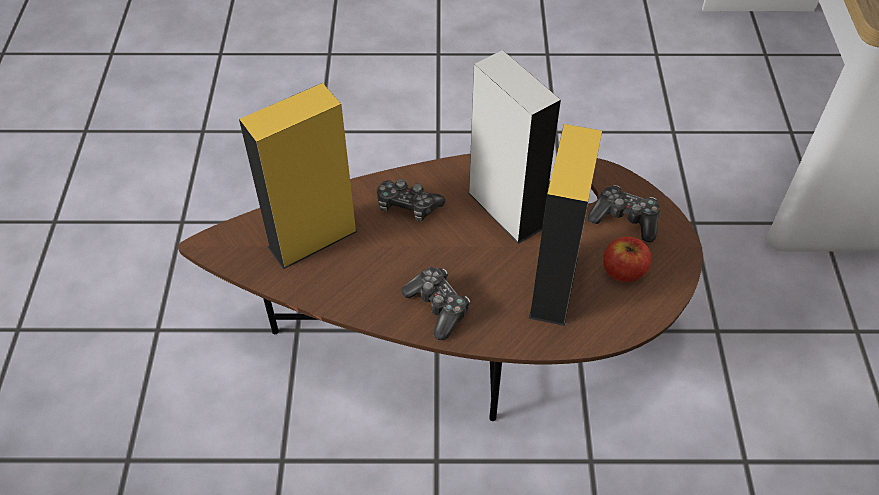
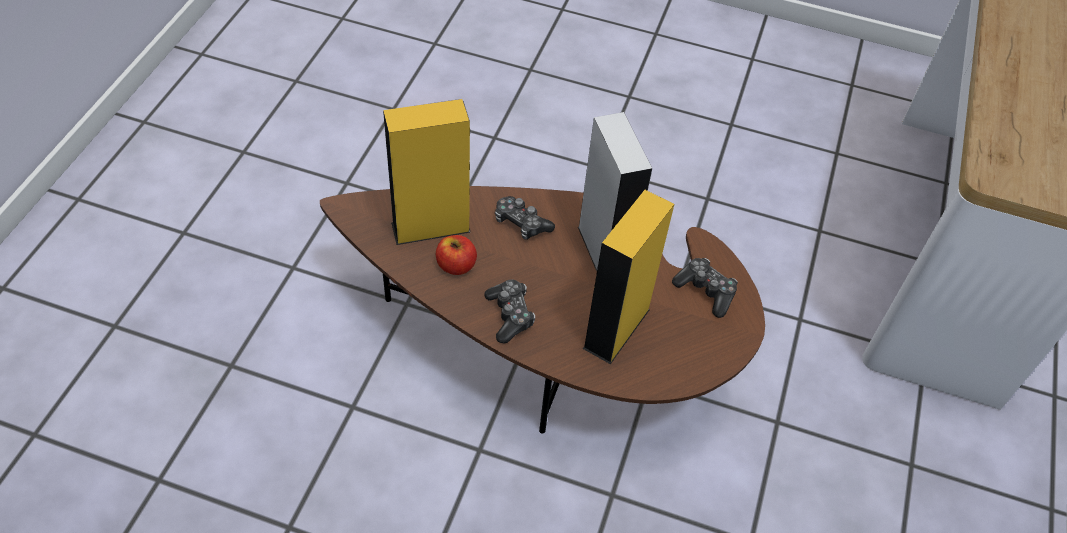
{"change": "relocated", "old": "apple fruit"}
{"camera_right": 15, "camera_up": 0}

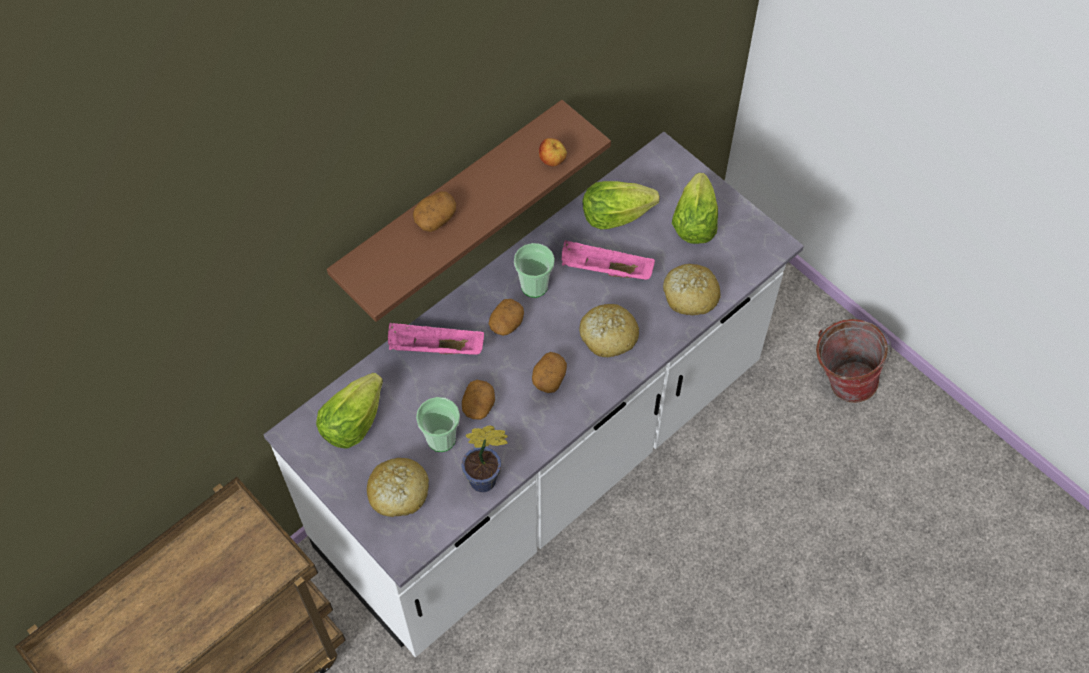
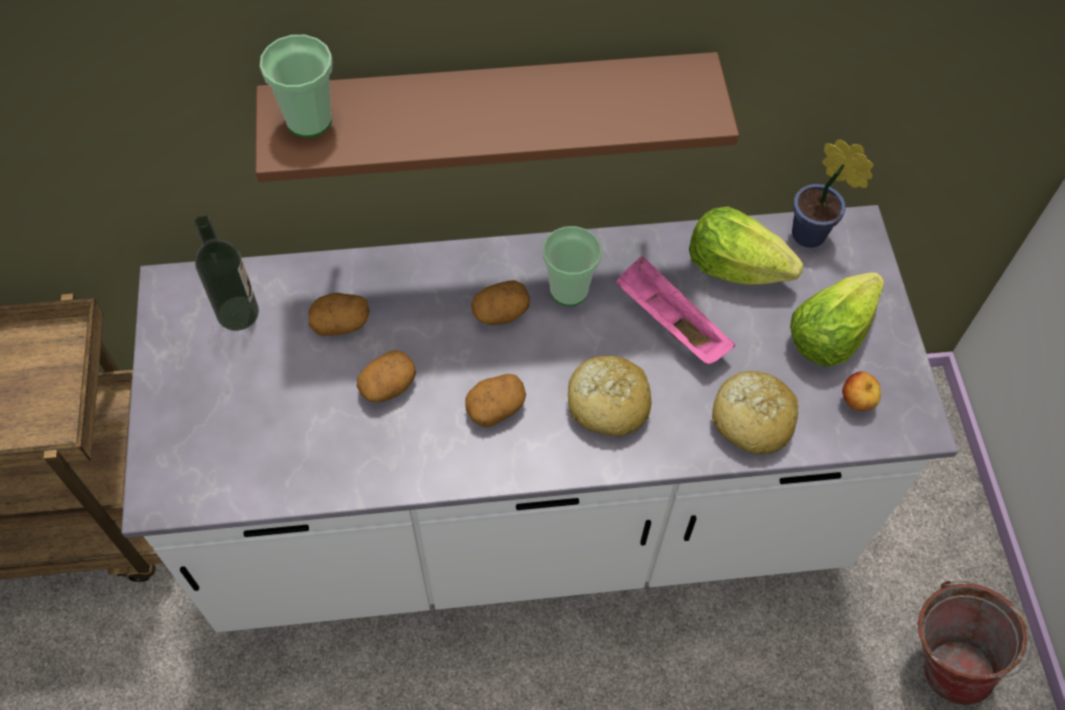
{"change": "relocated", "old": "apple fruit"}
{"change": "relocated", "old": "spud (no. 1 from left)"}
{"change": "missing", "old": "serving tray/pink (no. 1 from left)"}
{"change": "exchanged", "old": "head of lettuce (no. 1 from left)", "new": "beverage bottle"}
{"change": "relocated", "old": "small cup (no. 1 from left)"}
{"change": "relocated", "old": "houseplant"}
{"change": "missing", "old": "bread (no. 1 from left)"}
{"camera_right": 35, "camera_up": 0}

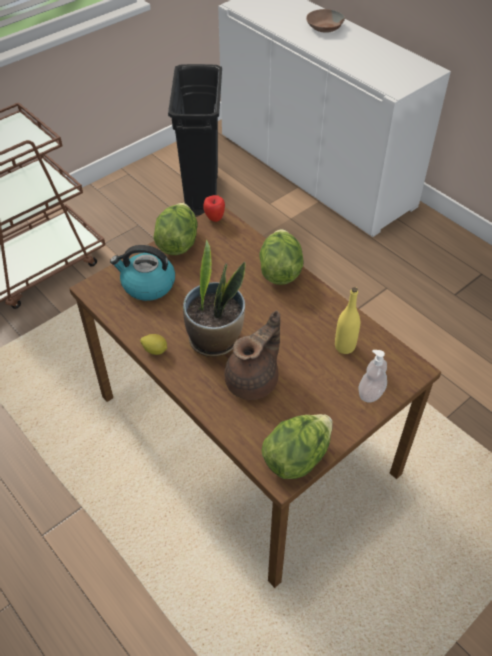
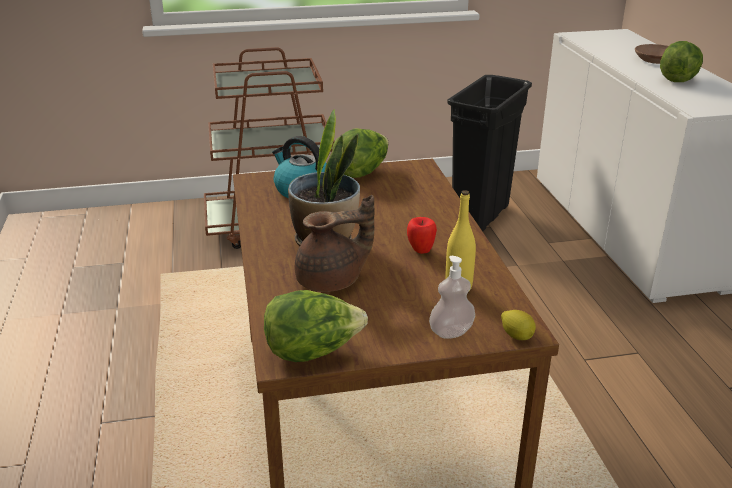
{"change": "relocated", "old": "apple fruit"}
{"change": "relocated", "old": "head of lettuce (no. 2 from left in the first image)", "new": "head of lettuce (no. 3 from left)"}
{"change": "relocated", "old": "citrus fruit"}
{"camera_right": 30, "camera_up": -20}

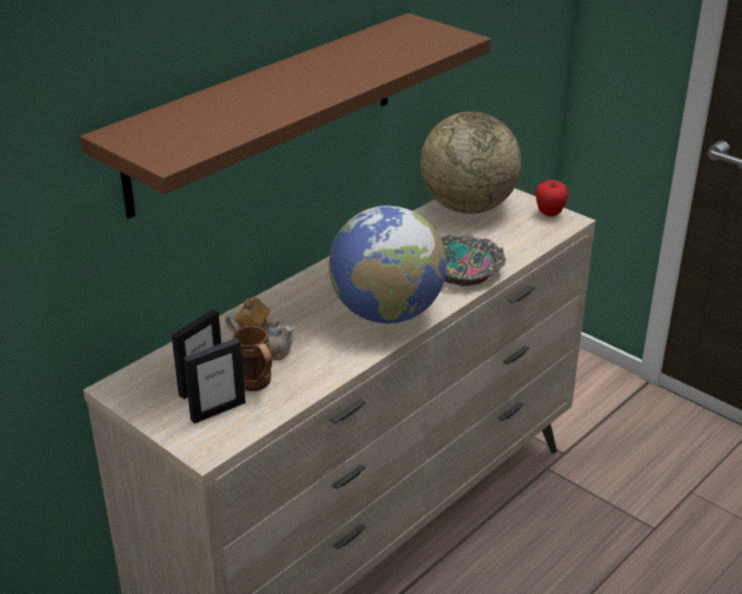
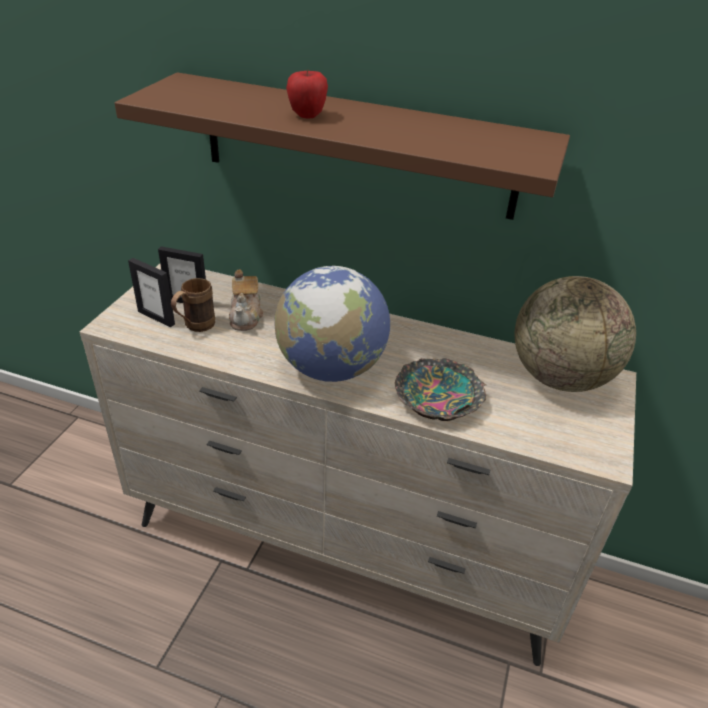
{"change": "relocated", "old": "apple fruit"}
{"camera_right": 65, "camera_up": 5}

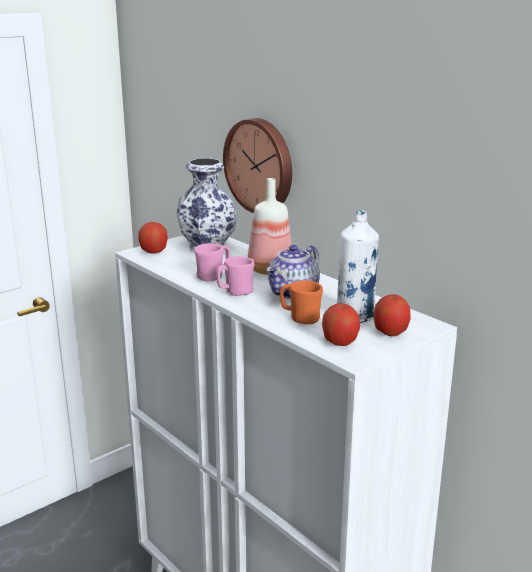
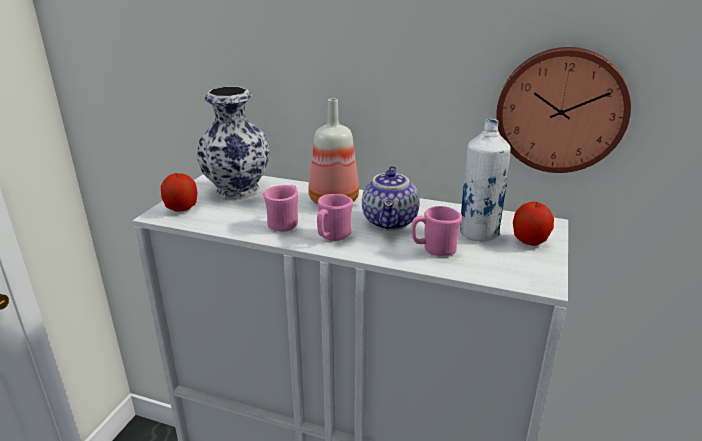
{"change": "relocated", "old": "wall clock"}
{"change": "colour", "old": "coffee mug/orange", "new": "coffee mug/pink (no. 3 from left)"}
{"change": "missing", "old": "apple fruit (no. 2 from left)"}
{"camera_right": -30, "camera_up": 5}

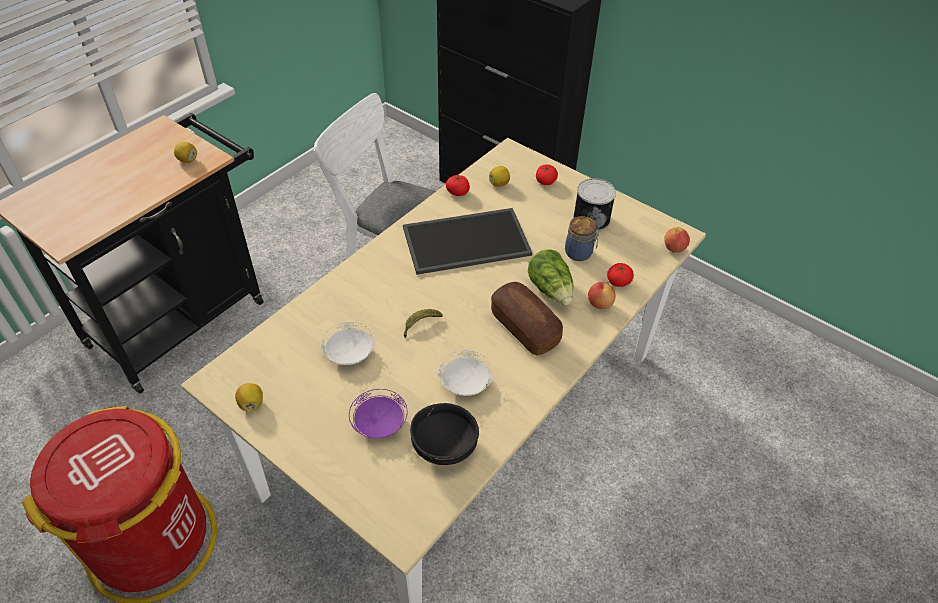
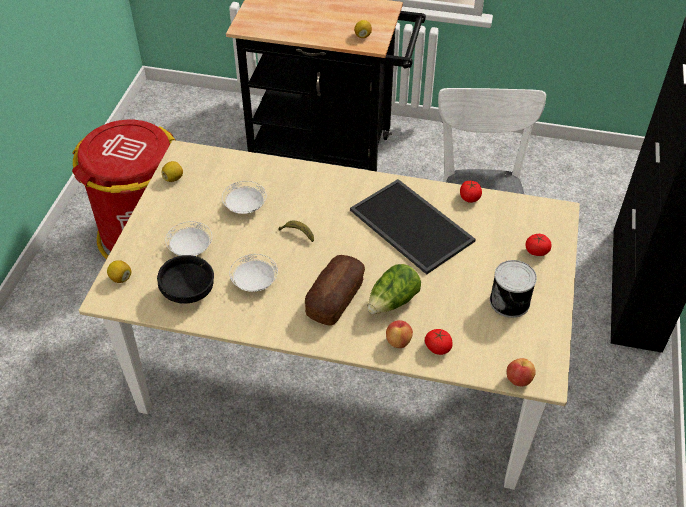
{"change": "relocated", "old": "citrus fruit (no. 3 from left in the first image)", "new": "citrus fruit (no. 1 from left)"}
{"change": "missing", "old": "storage jar"}
{"change": "colour", "old": "flat dish/purple", "new": "flat dish/white (no. 1 from left)"}
{"camera_right": 65, "camera_up": 0}

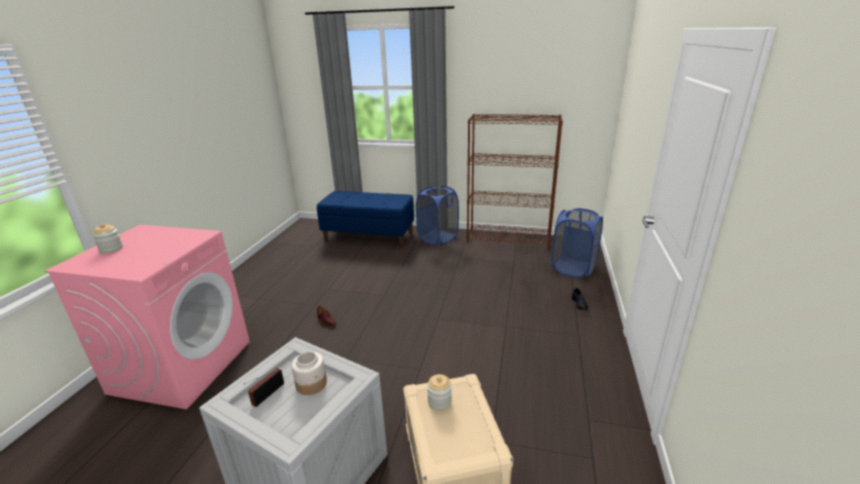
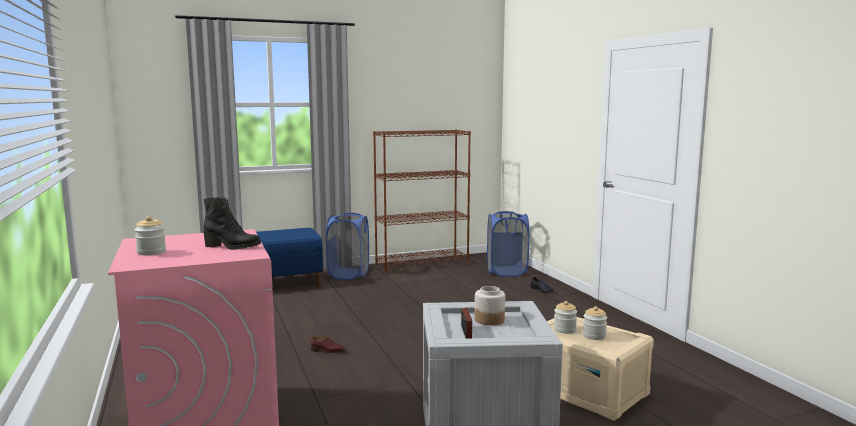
{"change": "appeared", "new": "high-top boot/black"}
{"change": "appeared", "new": "storage jar (no. 4 from left)"}
{"camera_right": -35, "camera_up": -15}

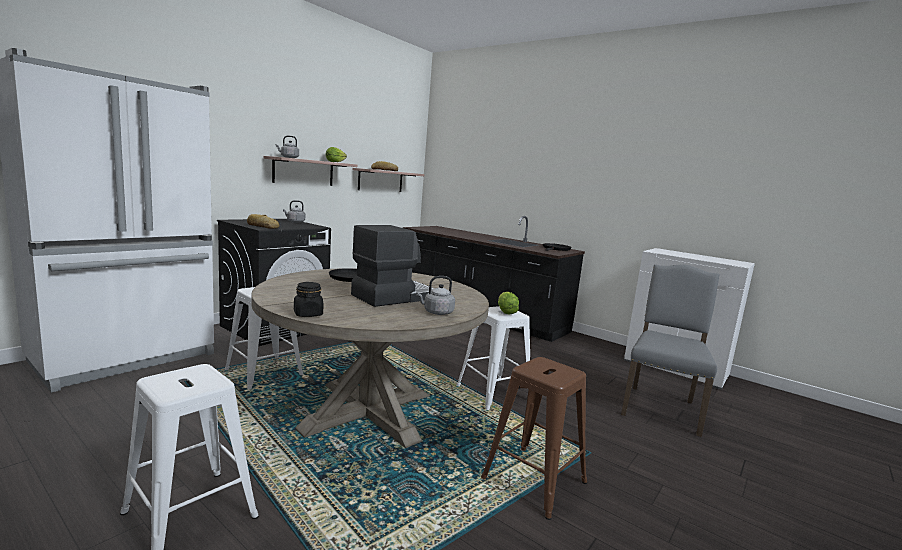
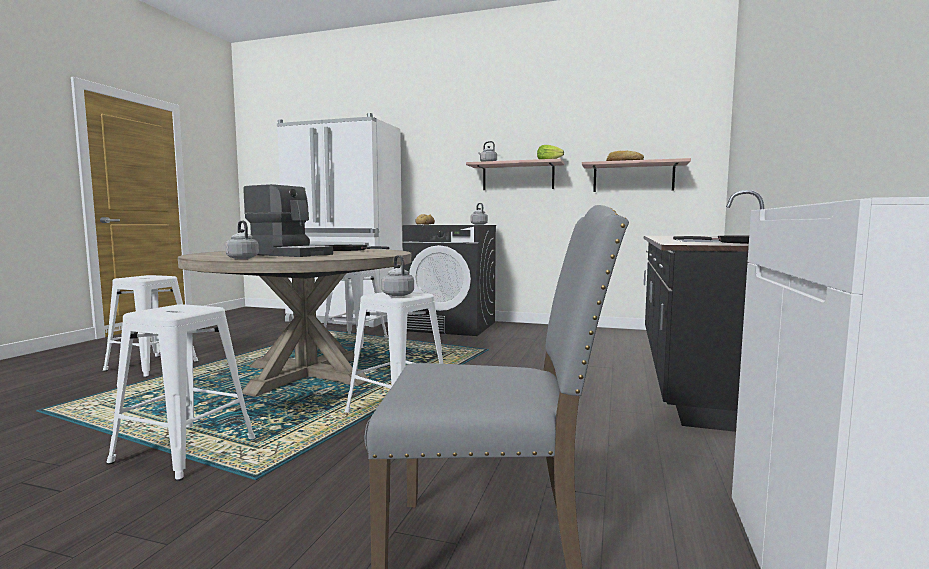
{"change": "missing", "old": "storage jar/black"}
{"change": "exchanged", "old": "head of lettuce (no. 2 from left)", "new": "water kettle/grey (no. 2 from left)"}
{"change": "colour", "old": "stool/brown-coloured", "new": "stool/white (no. 2 from left)"}
{"camera_right": 70, "camera_up": -5}

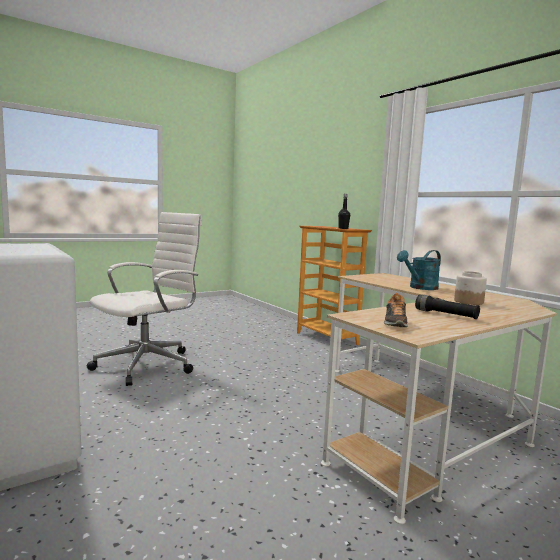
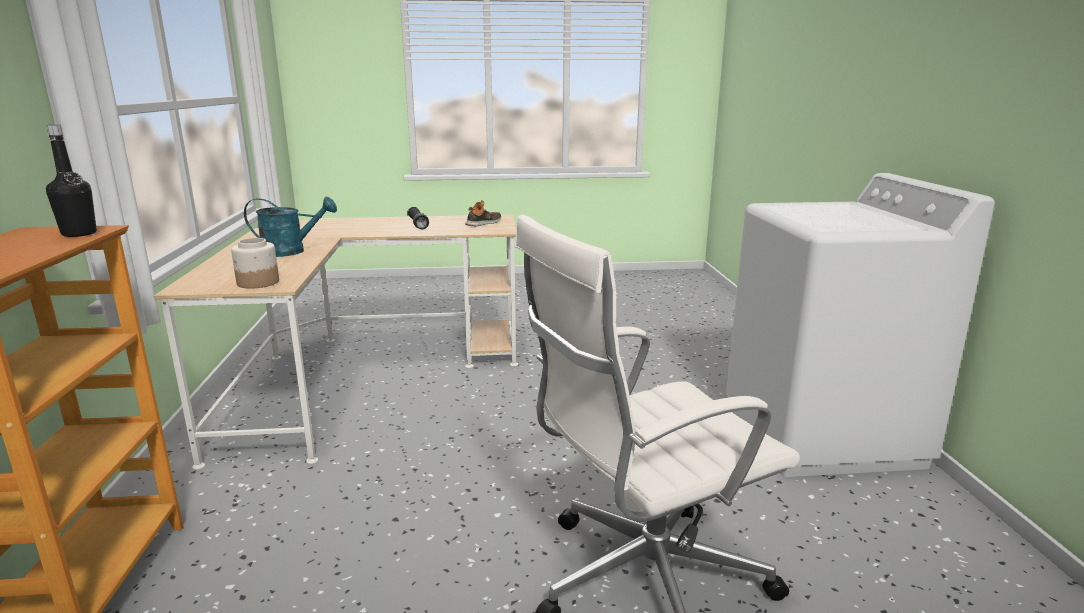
{"change": "relocated", "old": "storage jar"}
{"camera_right": -150, "camera_up": 10}

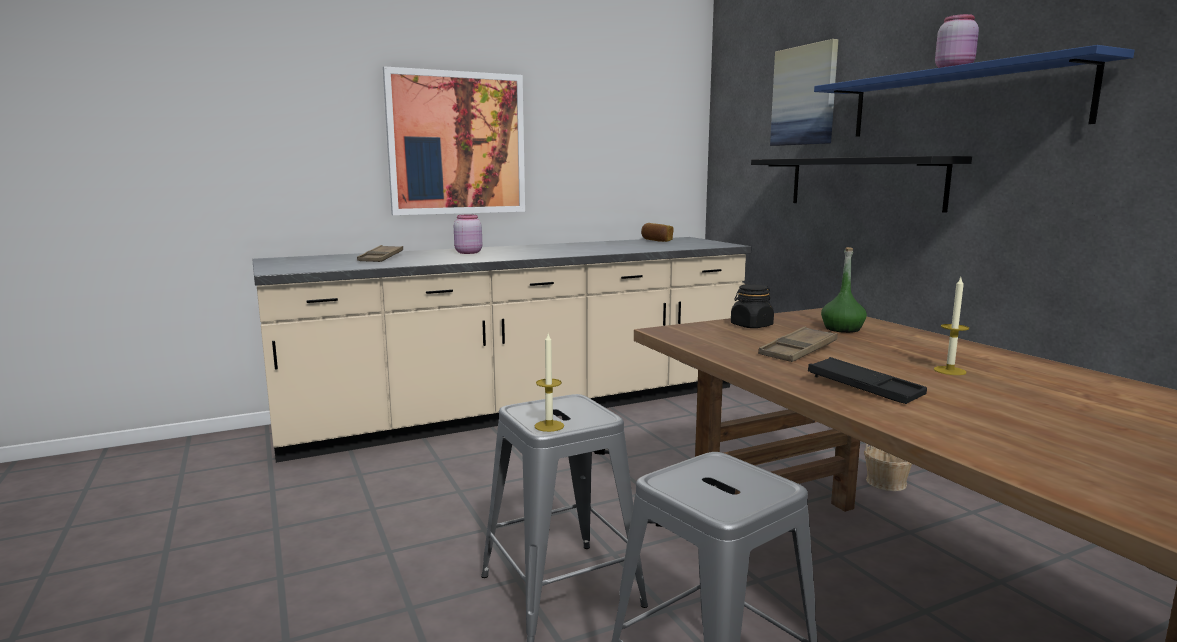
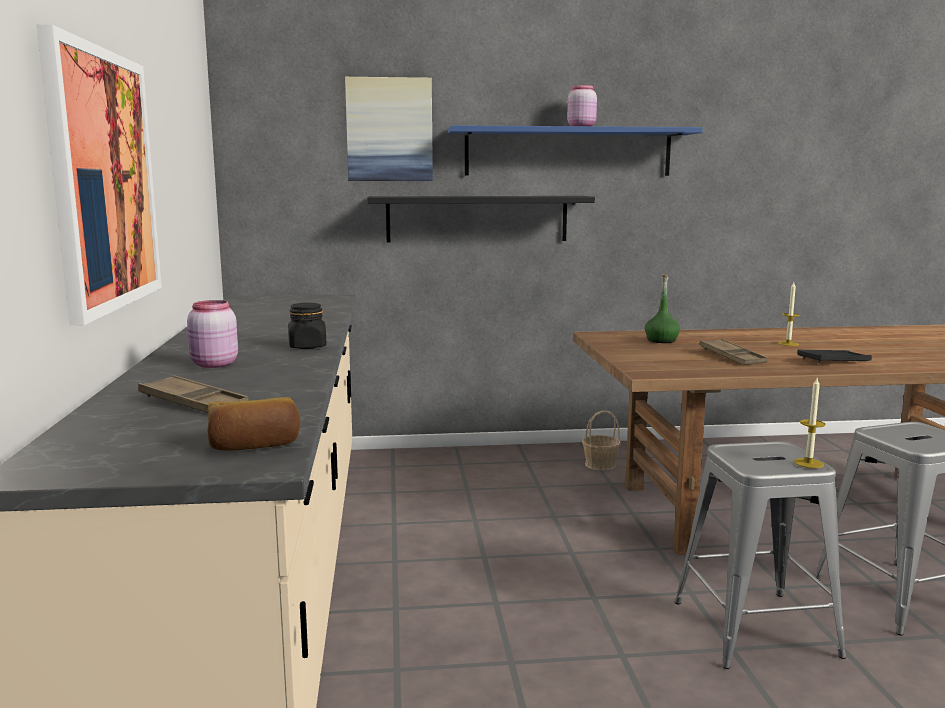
{"change": "relocated", "old": "bread"}
{"change": "relocated", "old": "storage jar/black"}
{"camera_right": -70, "camera_up": 0}

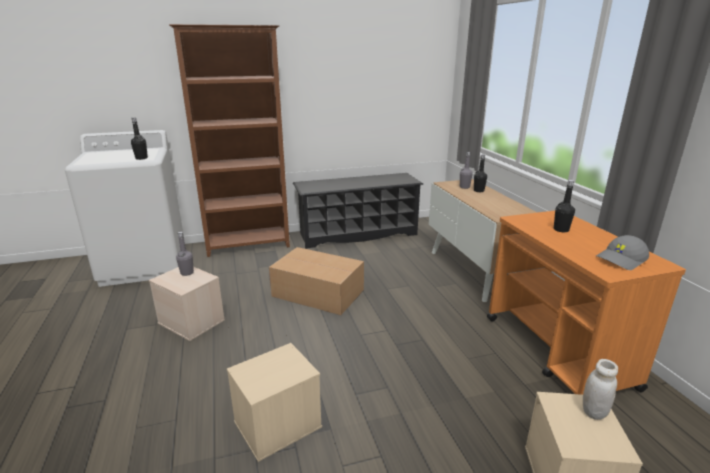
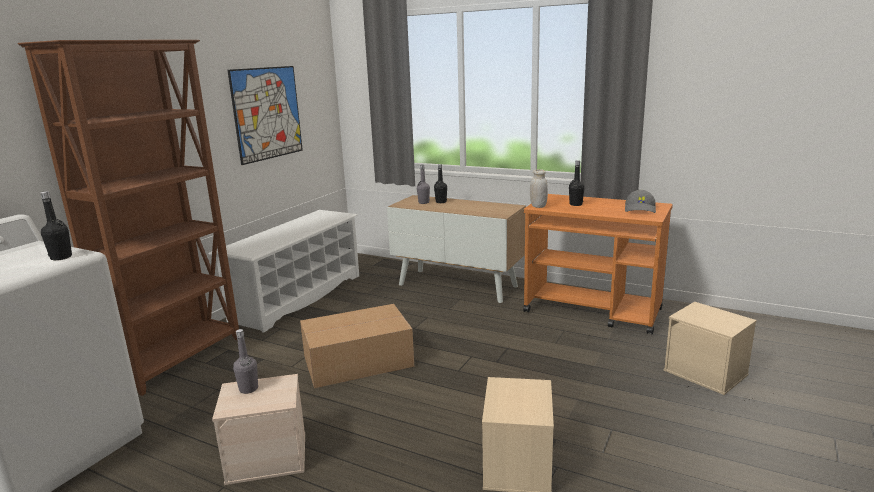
{"change": "colour", "old": "shoe shelf/black", "new": "shoe shelf/white"}
{"change": "relocated", "old": "storage jar/white"}
{"change": "appeared", "new": "wall picture"}
{"camera_right": -45, "camera_up": -5}

